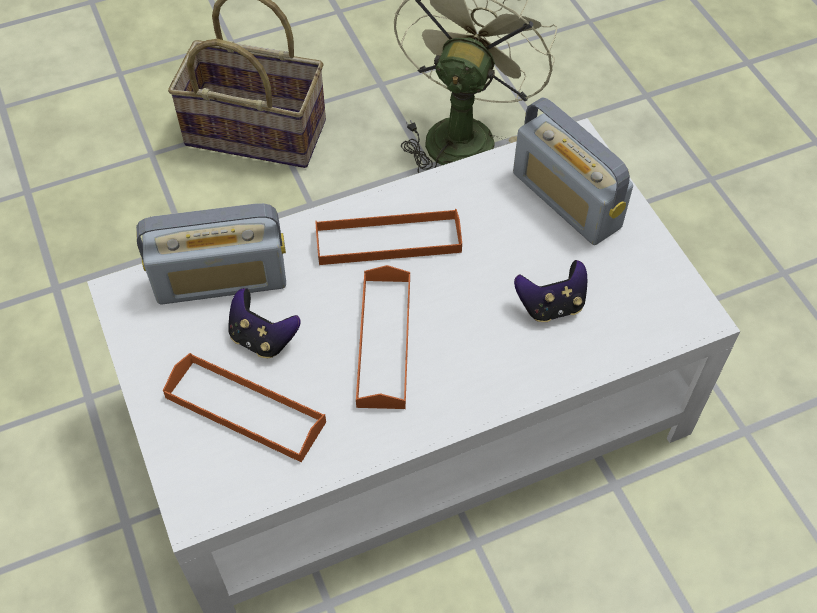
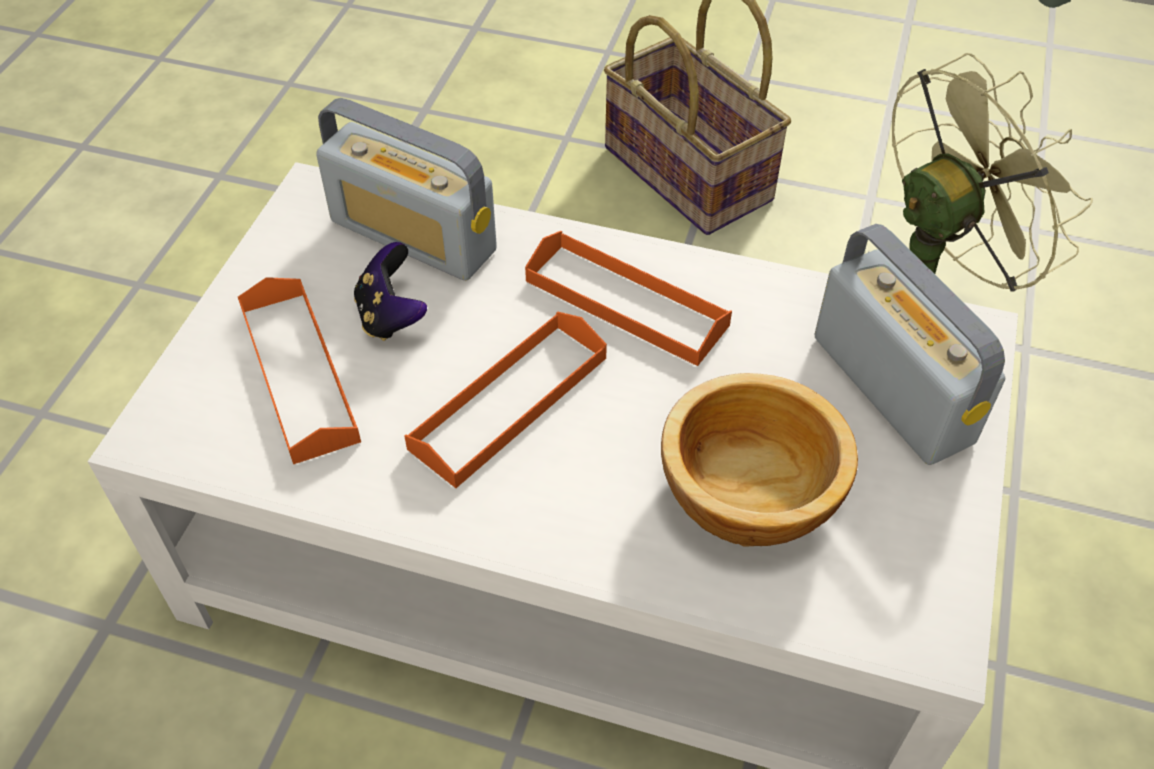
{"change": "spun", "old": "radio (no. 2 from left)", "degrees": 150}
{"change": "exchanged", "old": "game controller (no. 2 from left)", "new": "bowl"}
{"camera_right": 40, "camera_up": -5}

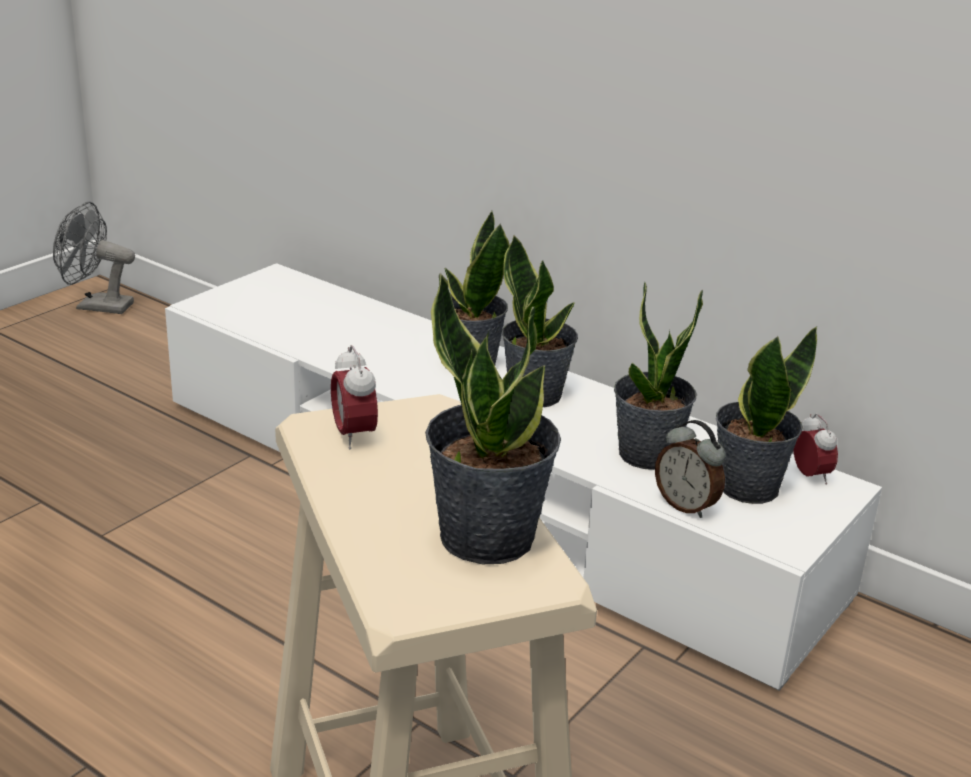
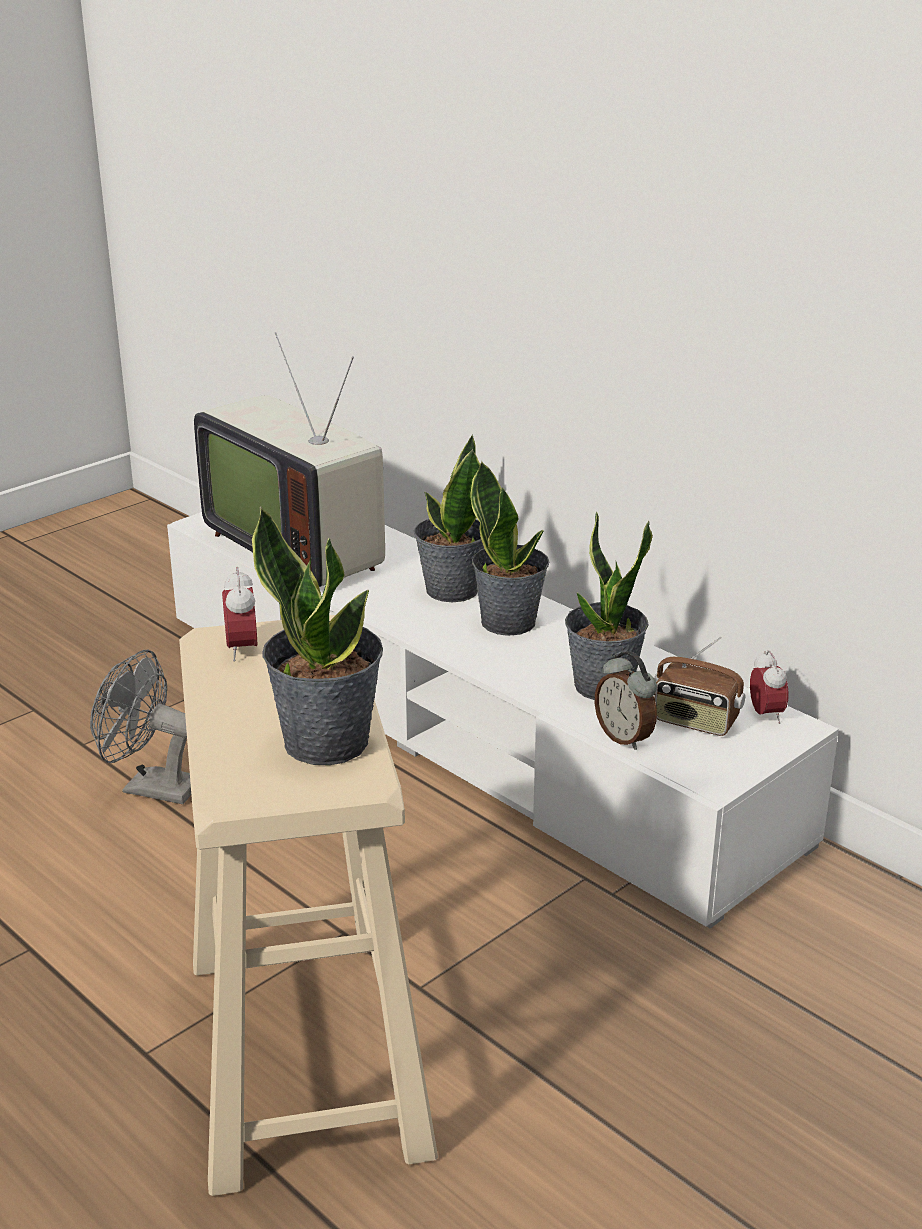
{"change": "relocated", "old": "cooling fan/grey"}
{"change": "exchanged", "old": "houseplant (no. 5 from left)", "new": "radio"}
{"change": "appeared", "new": "TV set"}
{"camera_right": 10, "camera_up": 0}

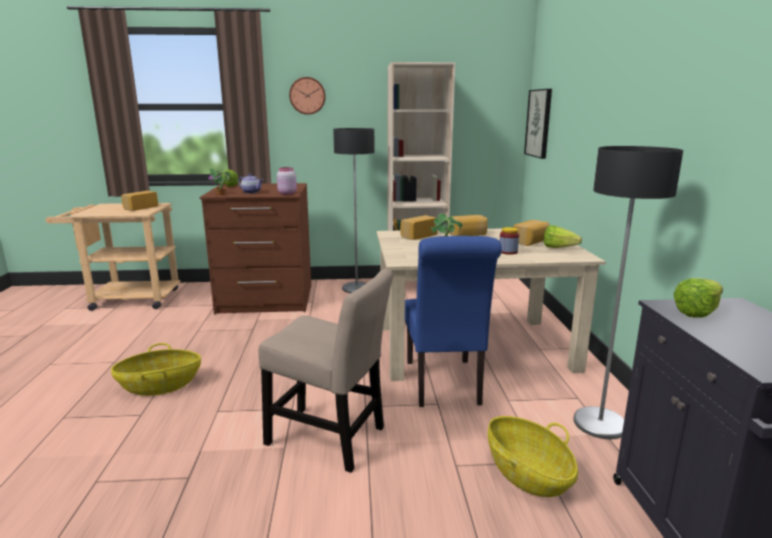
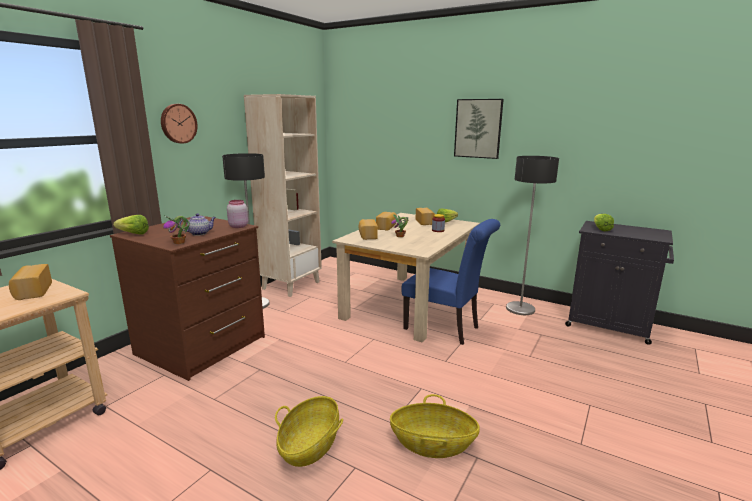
{"change": "relocated", "old": "wall picture"}
{"change": "missing", "old": "upright chair/beige-coloured"}
{"change": "relocated", "old": "storage basket (no. 2 from left)"}
{"camera_right": -55, "camera_up": 0}

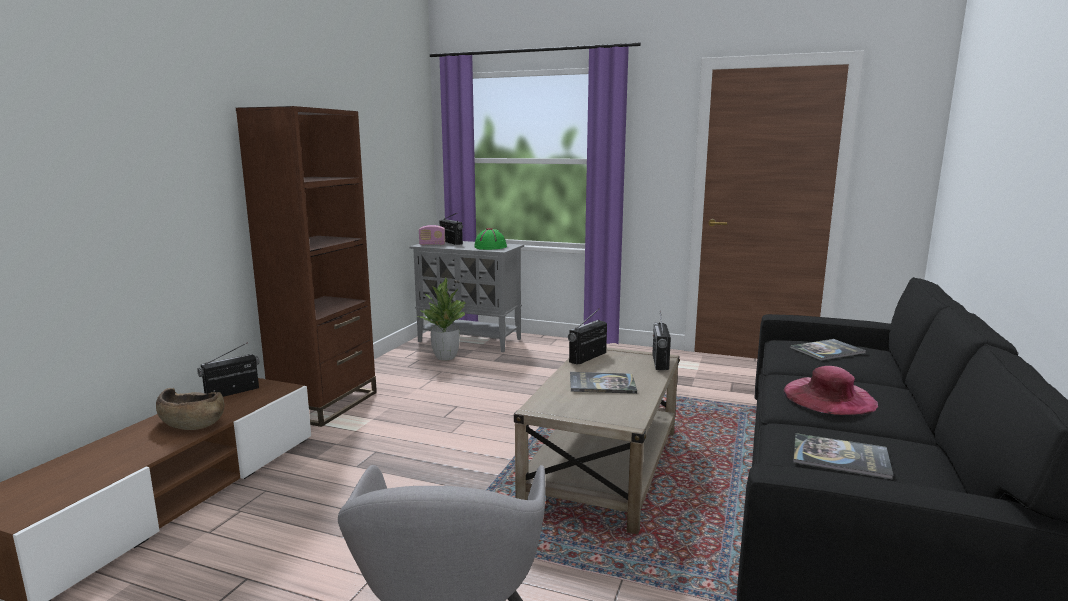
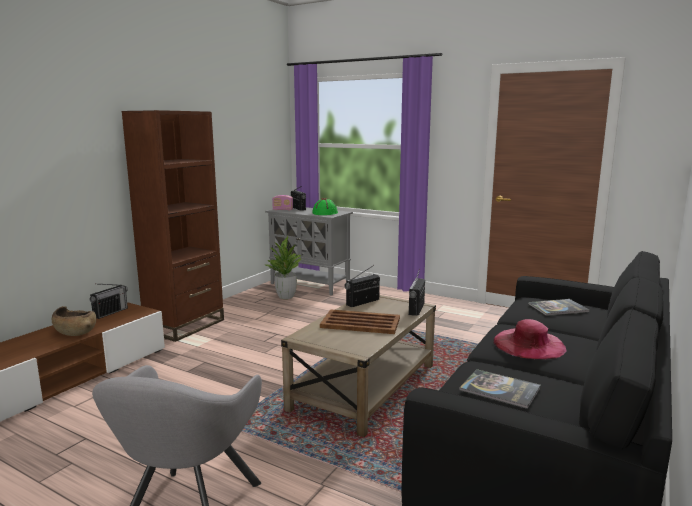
{"change": "spun", "old": "radio (no. 1 from left)", "degrees": 150}
{"change": "exchanged", "old": "volume (no. 1 from left)", "new": "serving tray/brown-coloured"}
{"camera_right": 10, "camera_up": 0}

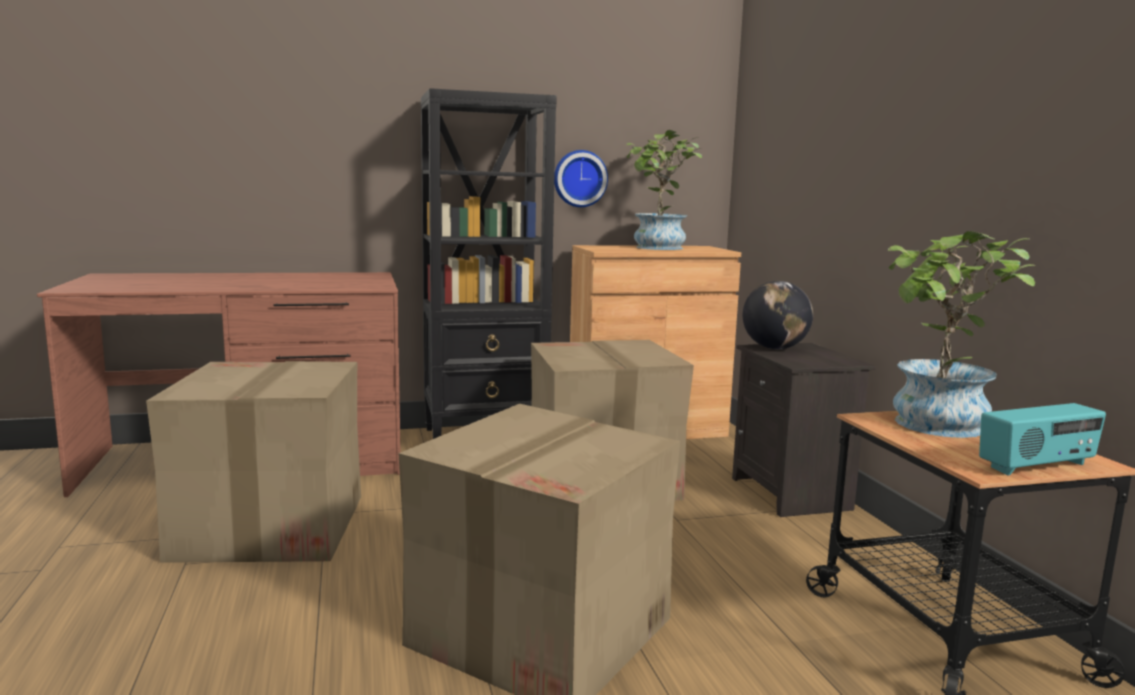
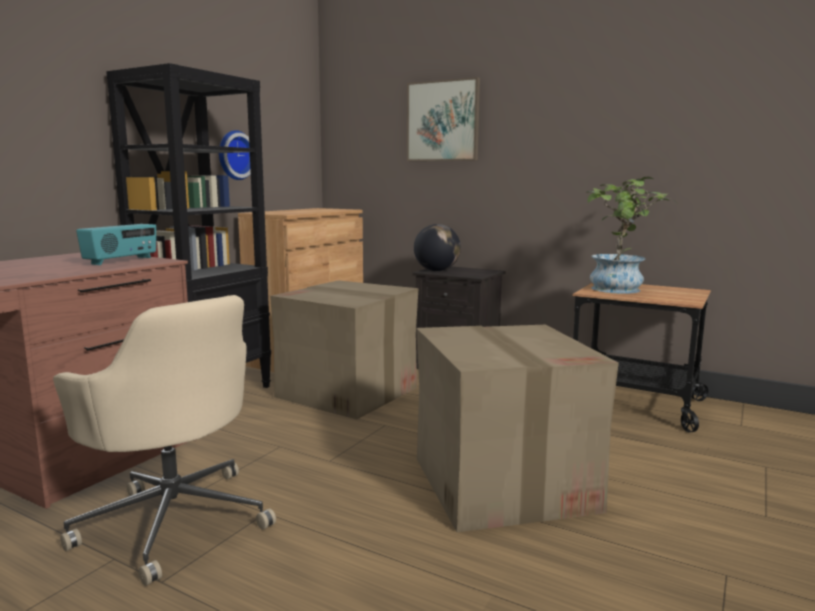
{"change": "missing", "old": "houseplant (no. 1 from left)"}
{"change": "exchanged", "old": "carton (no. 1 from left)", "new": "office chair/beige-coloured"}
{"change": "relocated", "old": "radio"}
{"change": "appeared", "new": "wall picture"}
{"camera_right": -45, "camera_up": 0}

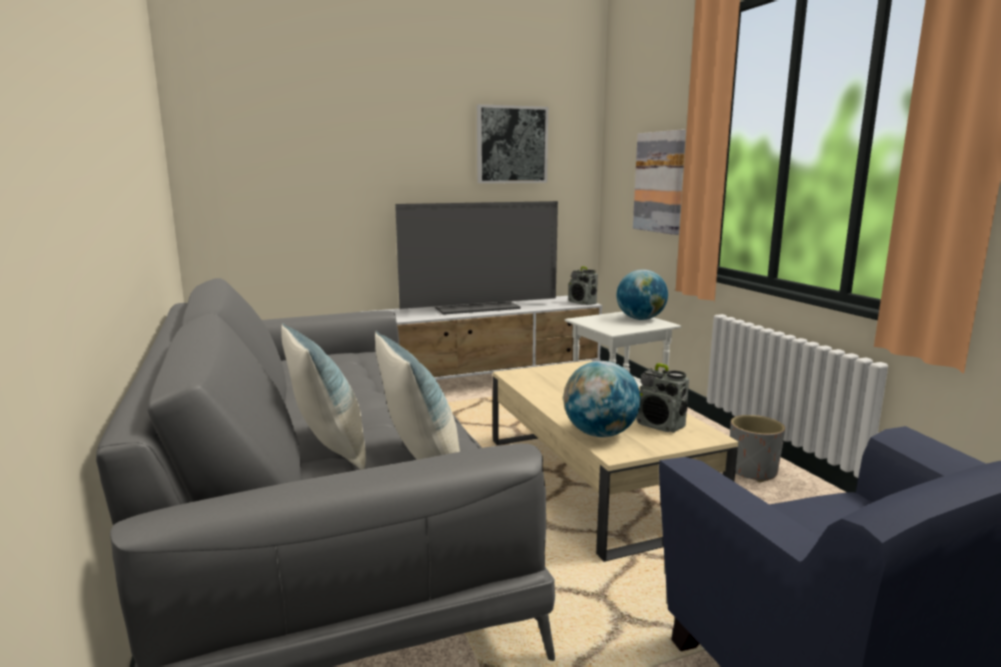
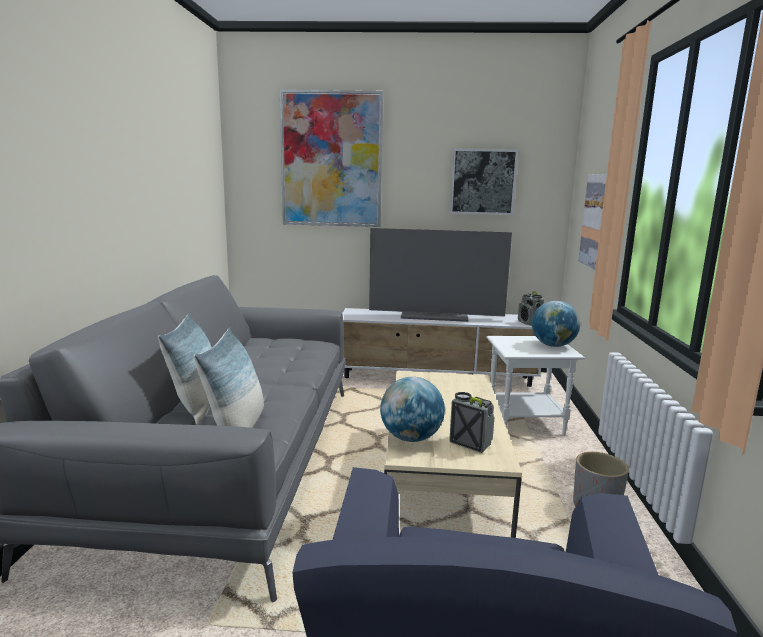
{"change": "spun", "old": "radio (no. 2 from left in the first image)", "degrees": 150}
{"change": "appeared", "new": "wall picture (no. 1 from left)"}
{"camera_right": 25, "camera_up": 0}

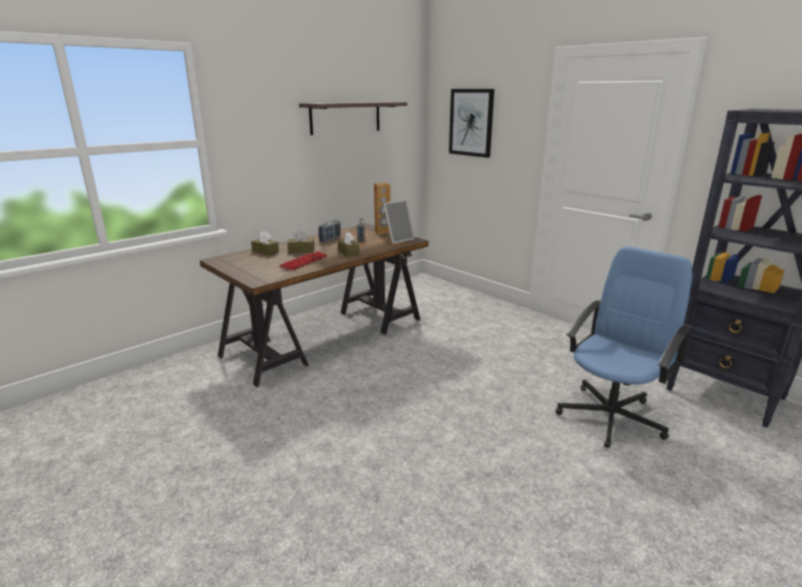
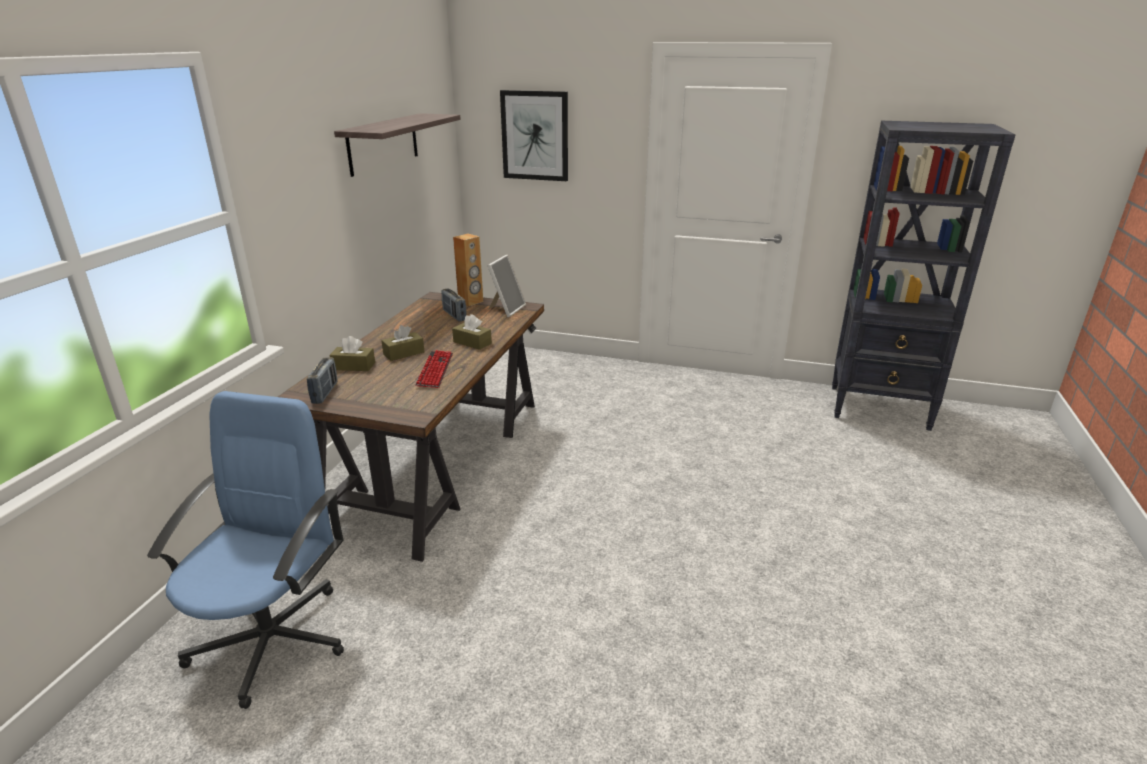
{"change": "relocated", "old": "radio (no. 1 from left)"}
{"change": "relocated", "old": "office chair/blue-coloured"}
{"camera_right": -30, "camera_up": 5}

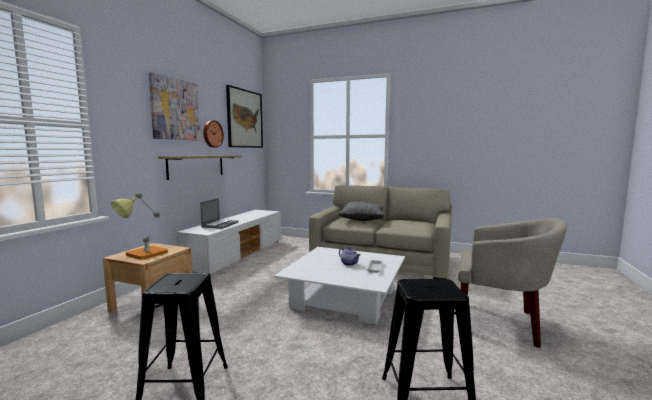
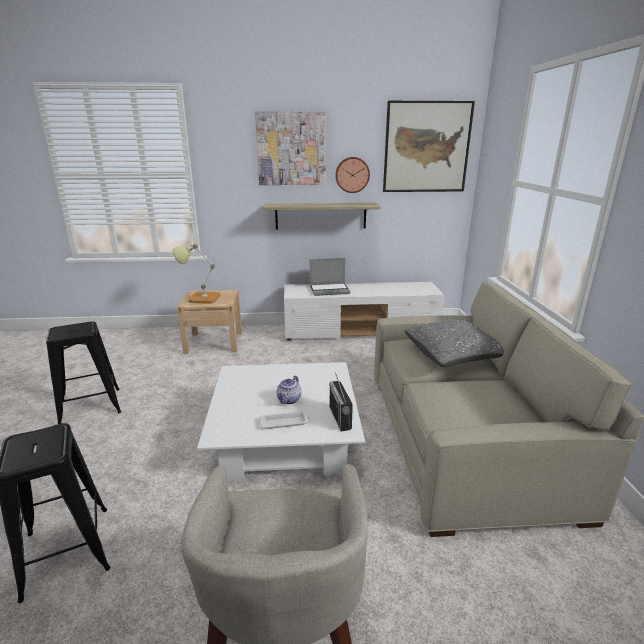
{"change": "appeared", "new": "radio"}
{"camera_right": 65, "camera_up": 15}

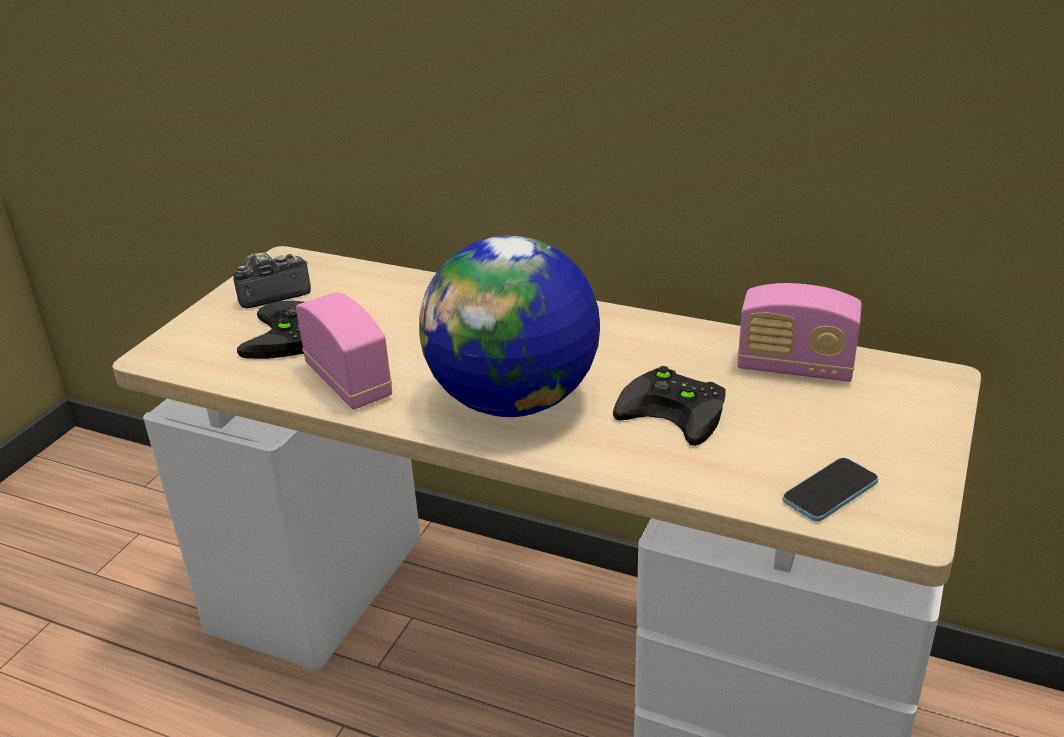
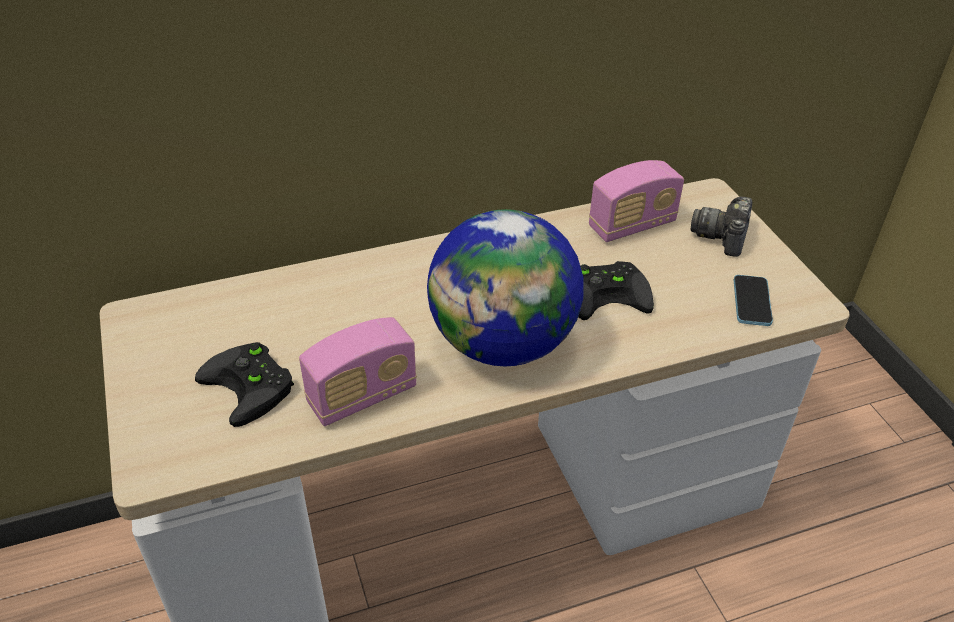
{"change": "relocated", "old": "photo camera"}
{"change": "spun", "old": "radio (no. 1 from left)", "degrees": 135}
{"camera_right": -45, "camera_up": 10}

